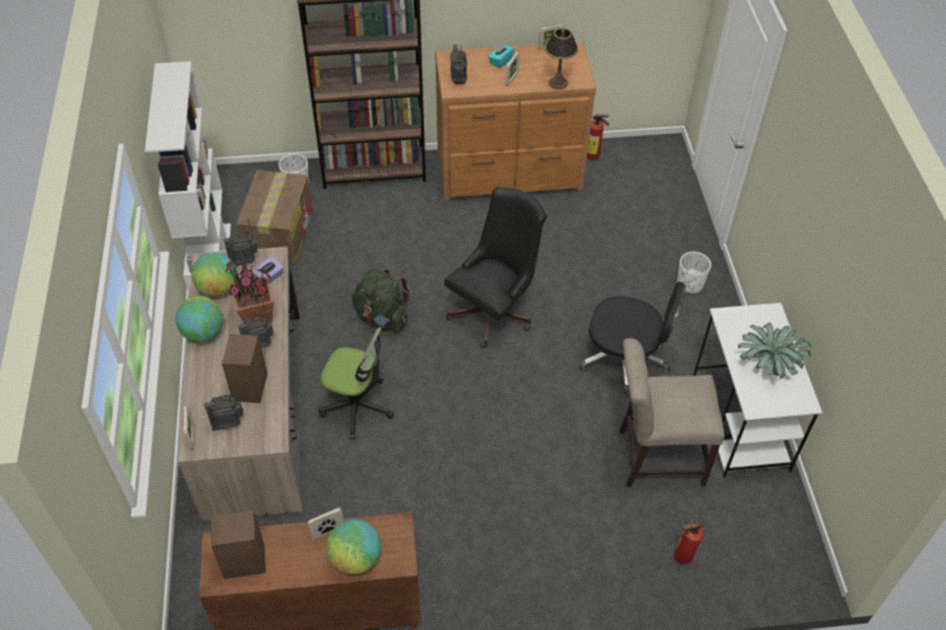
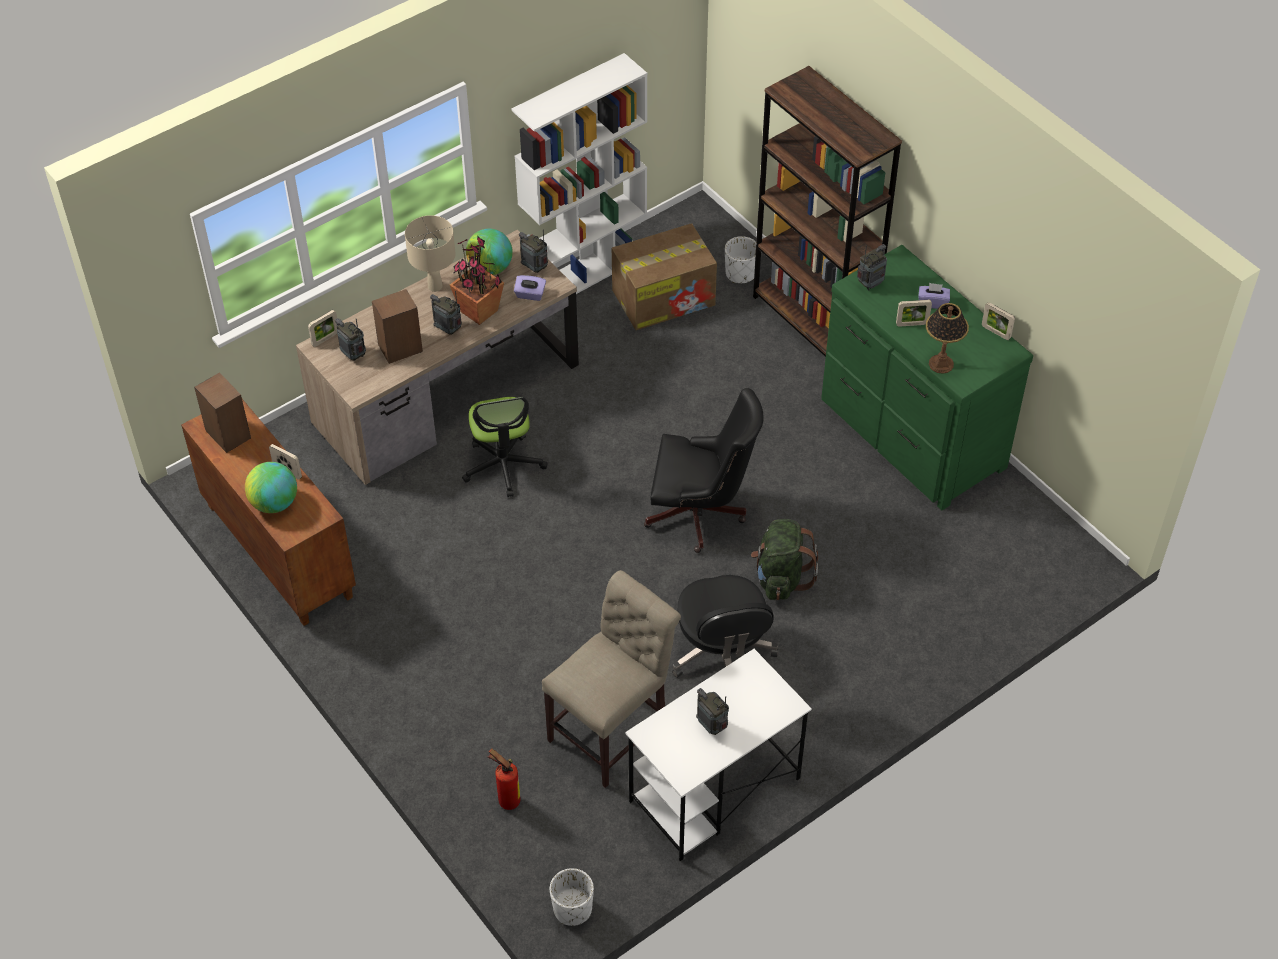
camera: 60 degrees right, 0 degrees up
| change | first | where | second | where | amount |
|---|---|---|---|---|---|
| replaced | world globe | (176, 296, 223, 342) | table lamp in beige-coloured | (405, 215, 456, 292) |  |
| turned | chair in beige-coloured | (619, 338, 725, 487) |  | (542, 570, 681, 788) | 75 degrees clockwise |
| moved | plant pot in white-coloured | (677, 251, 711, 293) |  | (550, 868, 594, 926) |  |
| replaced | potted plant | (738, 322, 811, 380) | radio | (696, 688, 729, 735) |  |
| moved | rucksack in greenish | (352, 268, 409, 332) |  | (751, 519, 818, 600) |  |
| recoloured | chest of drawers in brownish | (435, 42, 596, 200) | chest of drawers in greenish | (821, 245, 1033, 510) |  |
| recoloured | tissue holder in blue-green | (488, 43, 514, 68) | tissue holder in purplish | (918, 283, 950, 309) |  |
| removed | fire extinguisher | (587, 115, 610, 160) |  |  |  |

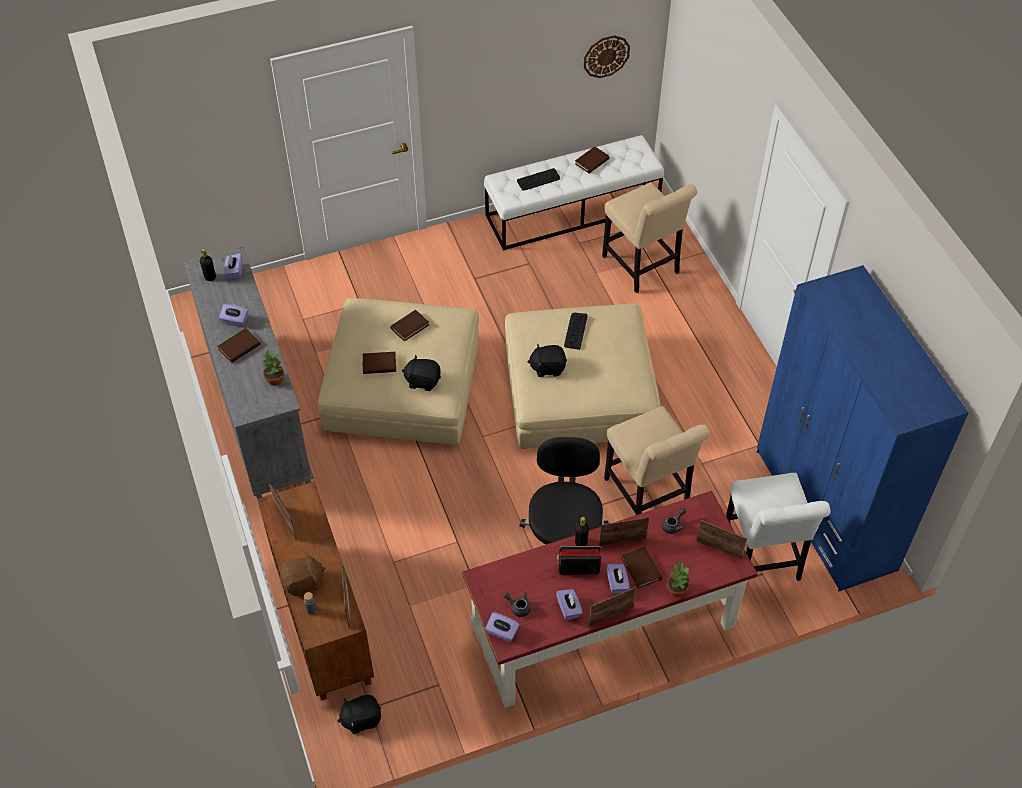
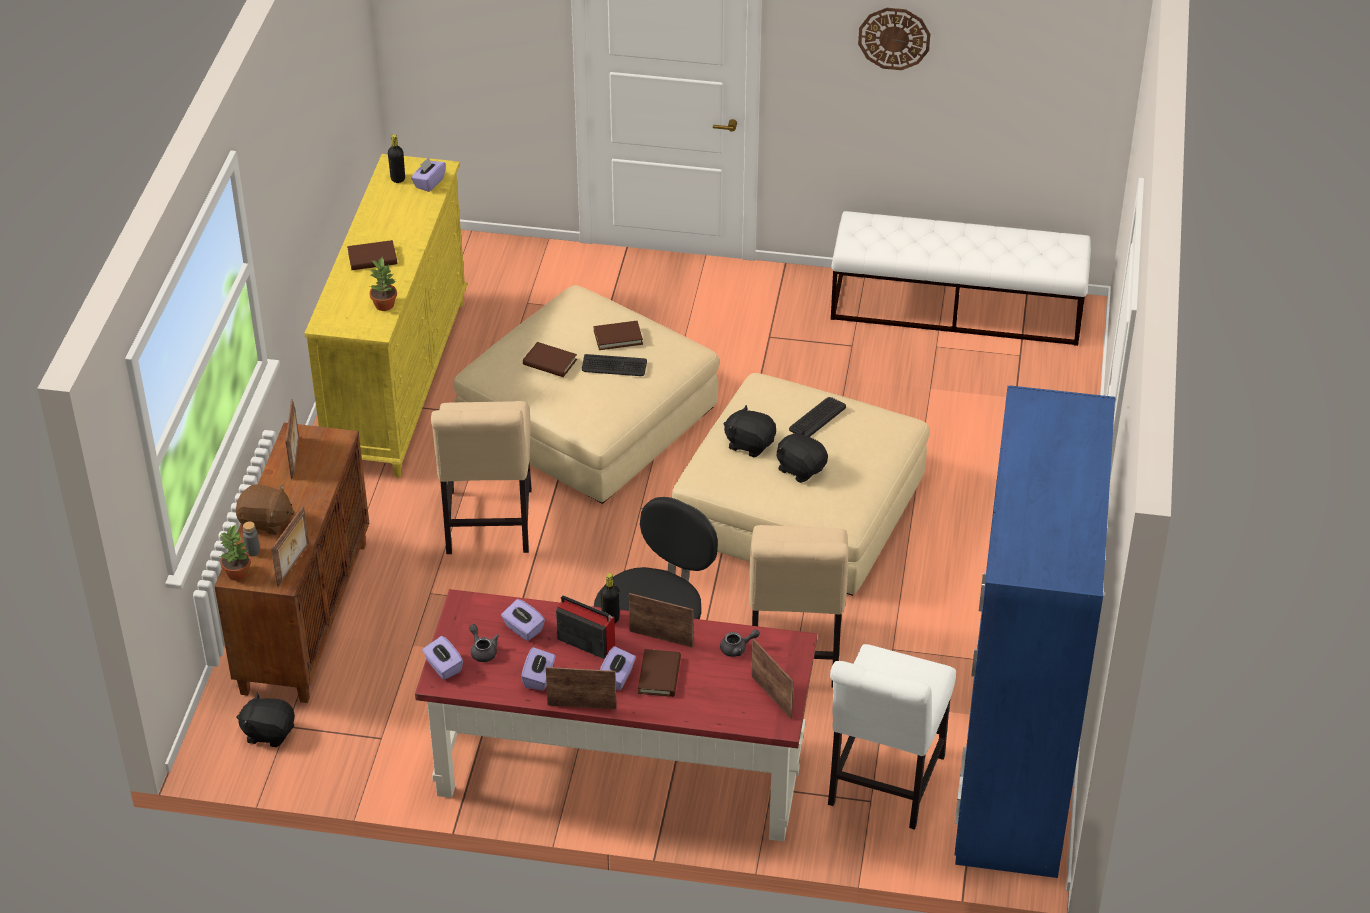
camera: 30 degrees right, 10 degrees down
| change | first | where | second | where | amount |
|---|---|---|---|---|---|
| moved | potted plant | (667, 561, 691, 597) |  | (220, 524, 251, 581) |  |
| recoloured | chest of drawers in greyish | (184, 247, 314, 499) | chest of drawers in yellow-coloured | (304, 154, 468, 478) |  |
| moved | chair in beige-coloured | (602, 182, 697, 293) |  | (431, 401, 532, 554) |  |
| moved | tissue holder in purplish | (219, 304, 248, 327) |  | (501, 599, 545, 641) |  |
| moved | keyboard | (517, 168, 560, 191) |  | (582, 354, 647, 376) |  |
| moved | plush toy in black-coloured | (402, 355, 441, 391) |  | (776, 429, 828, 483) |  |
| moved | hanging clock | (584, 35, 630, 78) |  | (858, 8, 930, 70) |  |
| removed | book in brownish | (575, 146, 610, 173) |  |  |  |

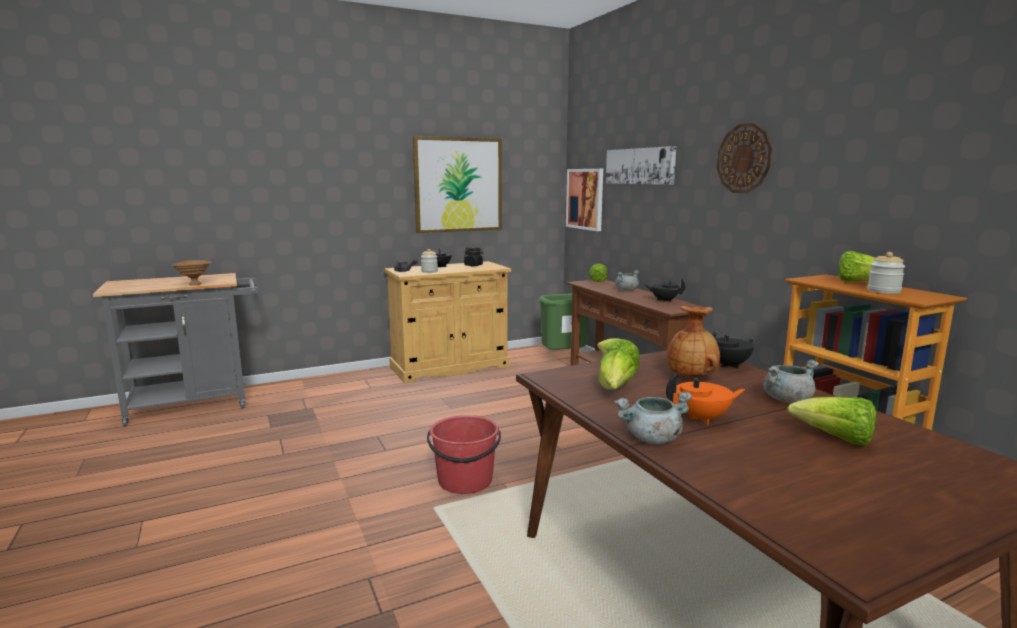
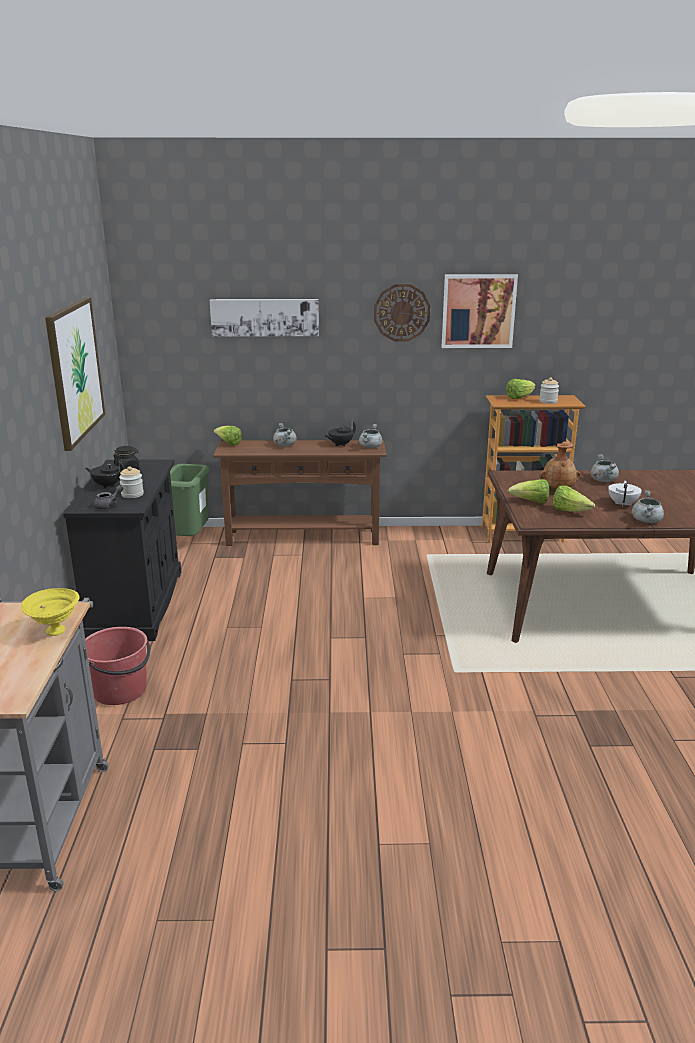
camera: 65 degrees left, 10 degrees up
| change | first | where | second | where | amount |
|---|---|---|---|---|---|
| recoloured | bowl in brownish | (171, 260, 212, 286) | bowl in yellow-coloured | (21, 588, 80, 636) |  |
| recoloured | storage cabinet in beige-coloured | (384, 261, 511, 383) | storage cabinet in black-coloured | (63, 459, 181, 641) |  |
| moved | bucket in reddish | (427, 415, 501, 494) |  | (85, 627, 150, 705) |  |
| added |  |  | saucepot in greyish | (359, 424, 382, 448) |  |
| moved | picture | (566, 169, 603, 231) |  | (442, 274, 518, 348) |  |
| recoloured | tea pot in orange | (666, 373, 745, 425) | tea pot in white-coloured | (608, 481, 642, 507) |  |
| removed | tea pot in black-coloured | (712, 331, 754, 369) |  |  |  |
| removed | head of lettuce | (787, 397, 876, 446) |  |  |  |

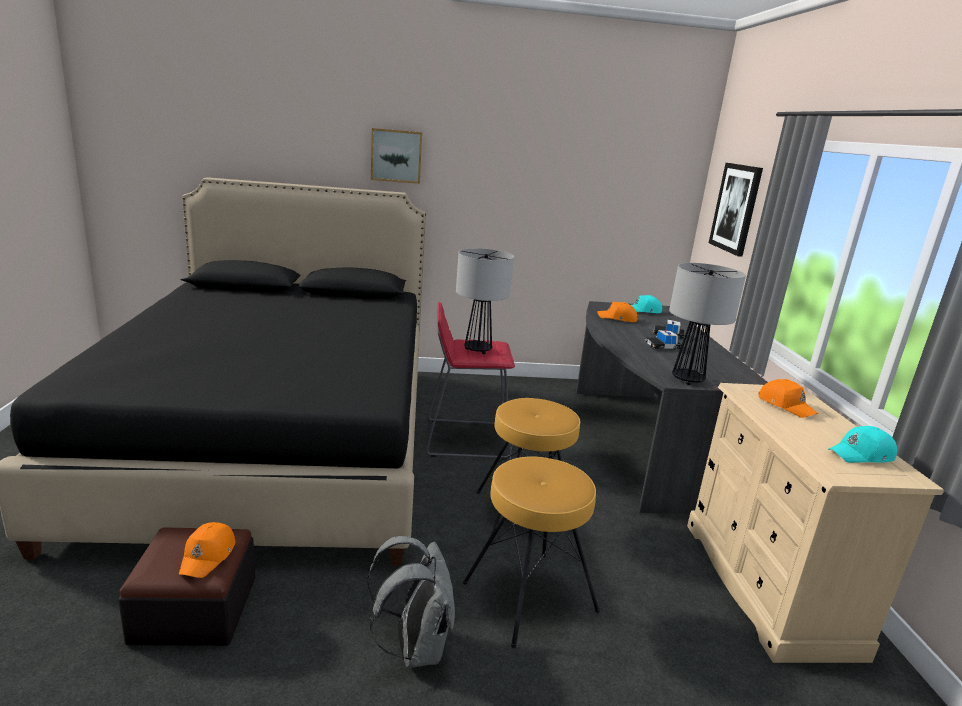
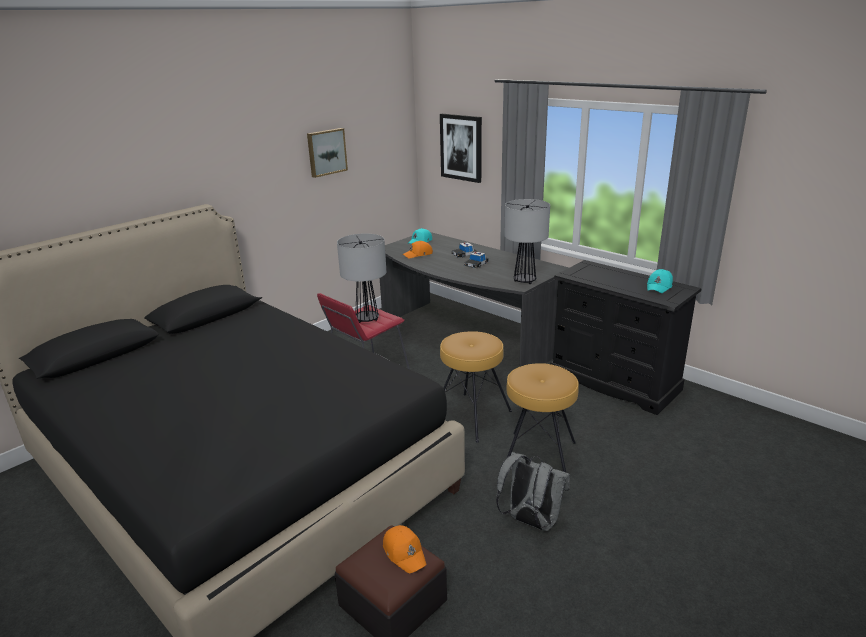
camera: 40 degrees left, 5 degrees up
| change | first | where | second | where | amount |
|---|---|---|---|---|---|
| moved | picture | (371, 128, 422, 184) |  | (307, 128, 348, 178) |  |
| recoloured | chest of drawers in beige-coloured | (687, 383, 944, 663) | chest of drawers in black-coloured | (550, 260, 701, 415) |  |
| removed | baseball cap in orange | (758, 379, 818, 418) |  |  |  |

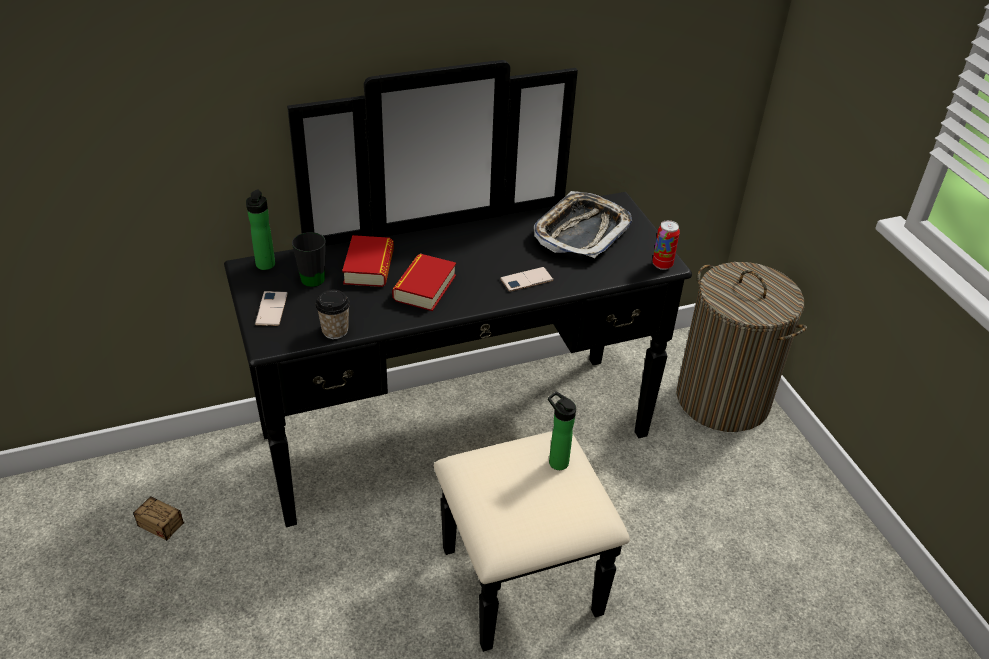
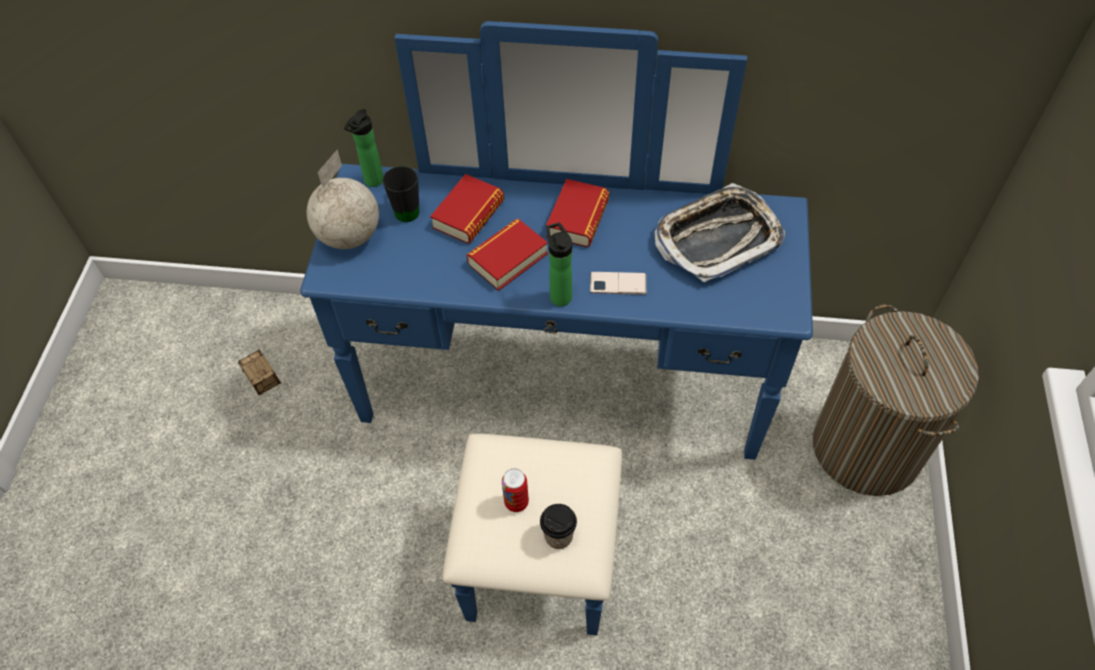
camera: 30 degrees right, 15 degrees up
| change | first | where | second | where | amount |
|---|---|---|---|---|---|
| recoloured | chest of drawers in black-coloured | (224, 60, 692, 652) | chest of drawers in bluish | (300, 21, 813, 635) |  |
| replaced | phone | (255, 291, 288, 326) | world globe | (307, 150, 379, 249) |  |
| moved | sealed can | (652, 220, 680, 270) |  | (502, 468, 529, 512) |  |
| moved | drinking cup | (316, 290, 350, 339) |  | (540, 504, 577, 549) |  |
| added |  |  | book | (546, 179, 609, 247) |  |
| moved | bottle | (548, 391, 576, 470) |  | (546, 222, 572, 306) |  |

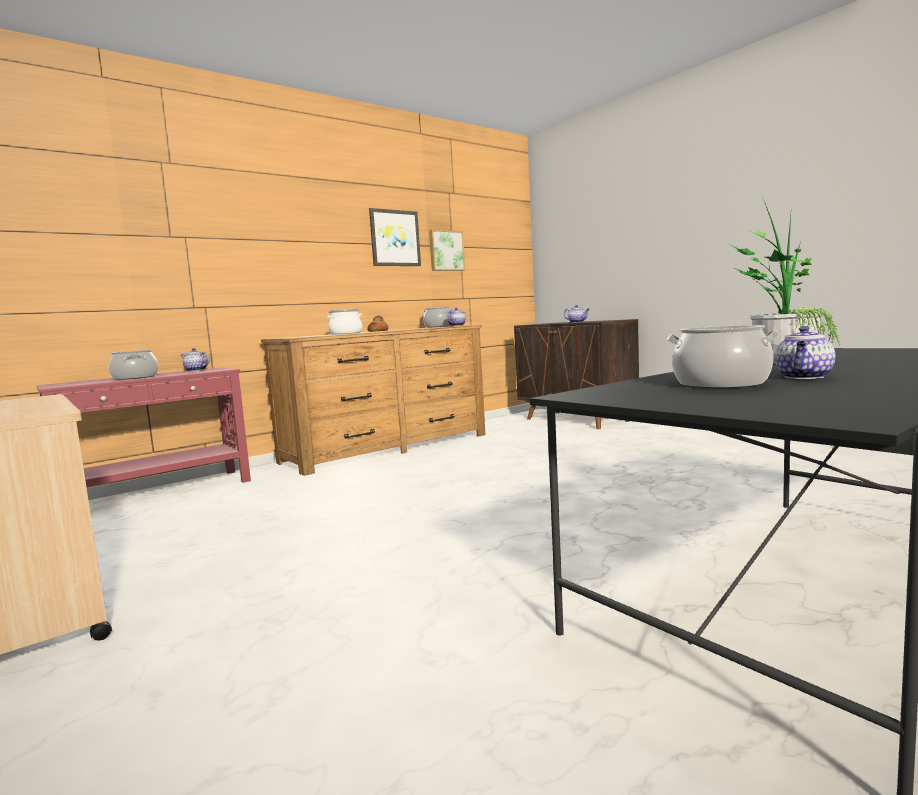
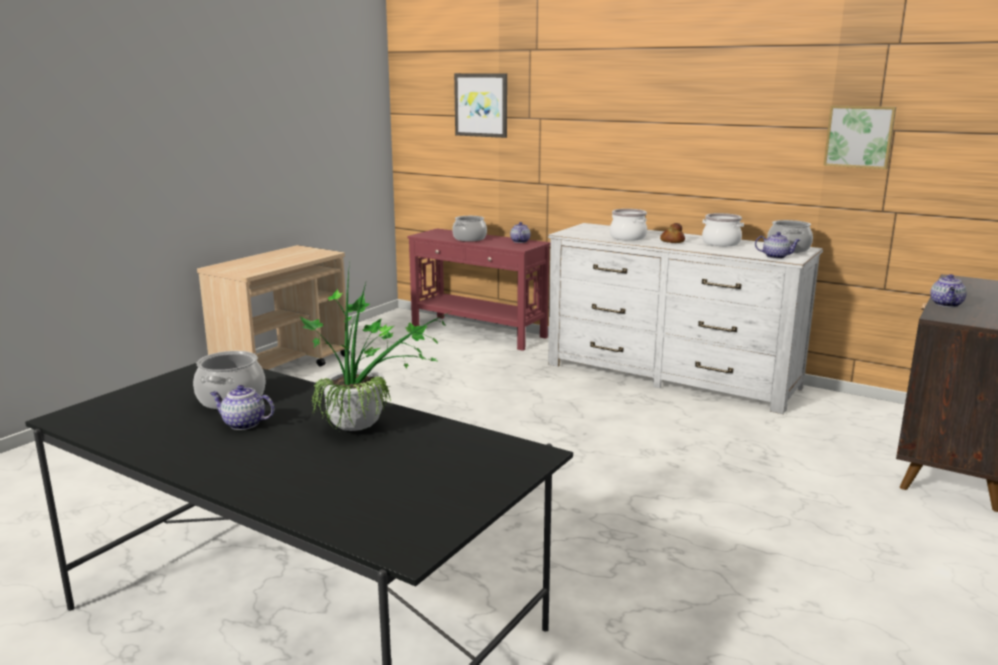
camera: 70 degrees right, 10 degrees up
| change | first | where | second | where | amount |
|---|---|---|---|---|---|
| moved | picture | (369, 208, 421, 266) |  | (454, 73, 507, 138) |  |
| recoloured | chest of drawers in brownish | (261, 325, 485, 476) | chest of drawers in white-coloured | (548, 223, 823, 414) |  |
| added |  |  | saucepot | (702, 213, 744, 246) |  |

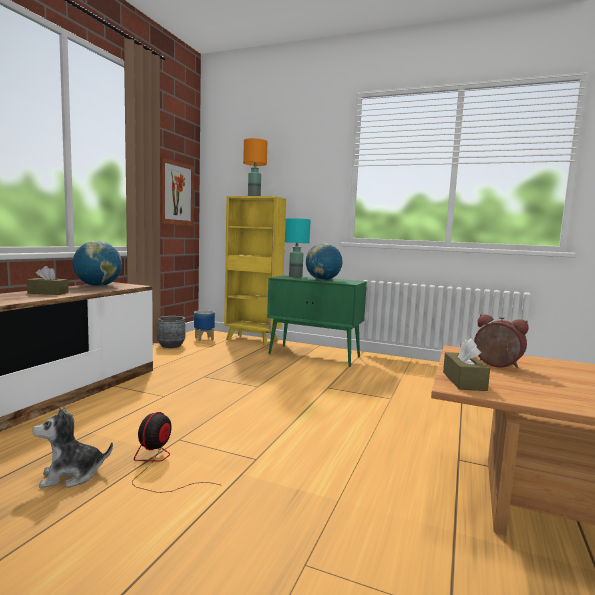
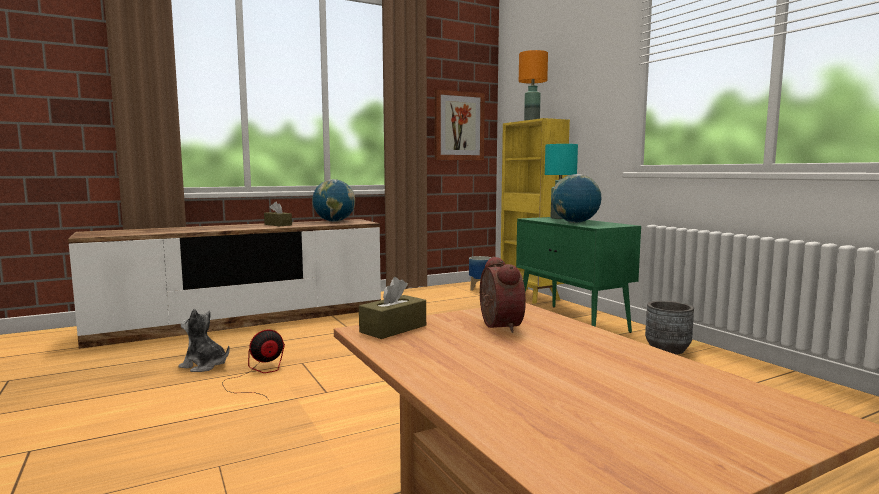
camera: 40 degrees right, 0 degrees up
| change | first | where | second | where | amount |
|---|---|---|---|---|---|
| moved | plant pot in greyish | (157, 316, 185, 348) |  | (645, 301, 694, 355) |  |

